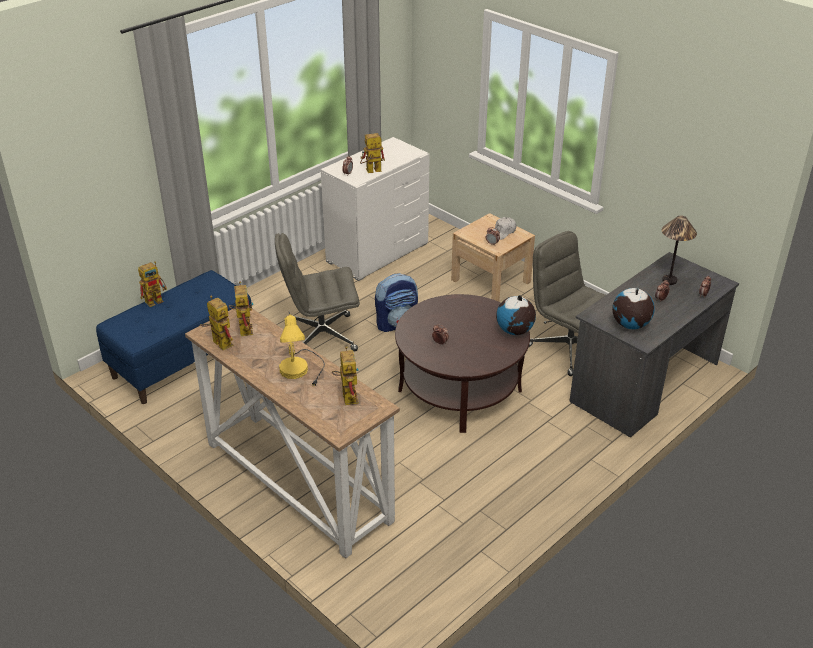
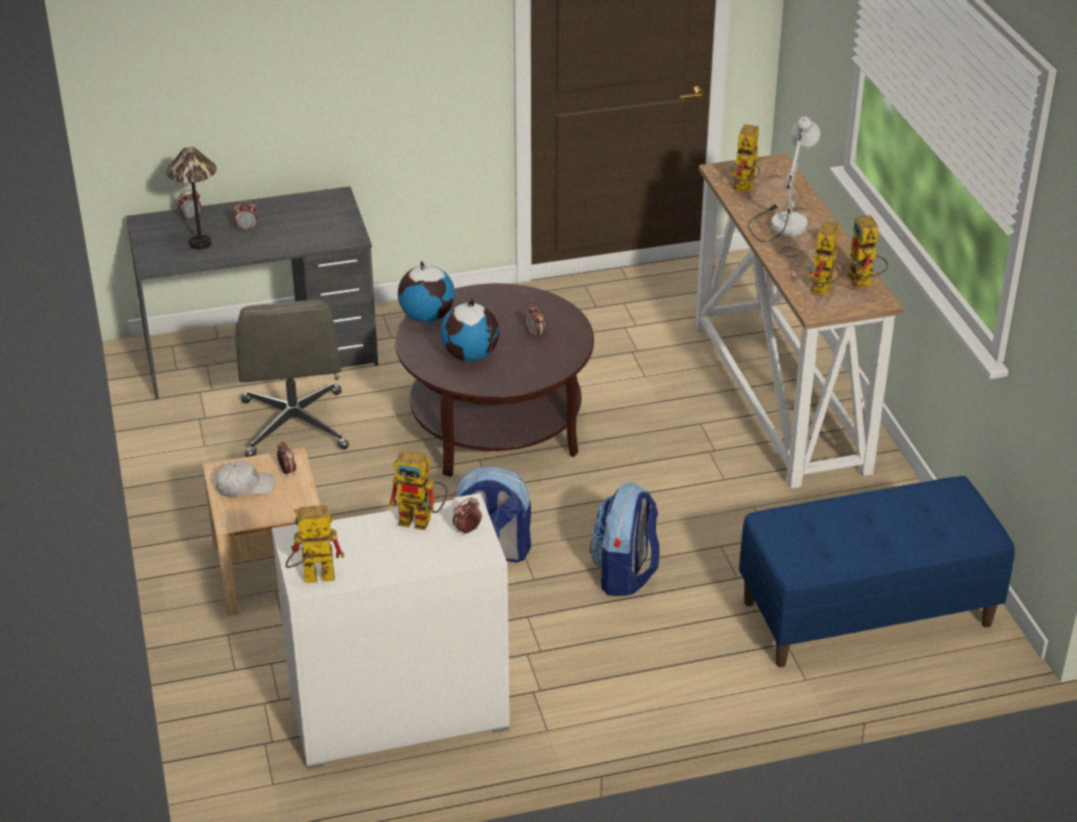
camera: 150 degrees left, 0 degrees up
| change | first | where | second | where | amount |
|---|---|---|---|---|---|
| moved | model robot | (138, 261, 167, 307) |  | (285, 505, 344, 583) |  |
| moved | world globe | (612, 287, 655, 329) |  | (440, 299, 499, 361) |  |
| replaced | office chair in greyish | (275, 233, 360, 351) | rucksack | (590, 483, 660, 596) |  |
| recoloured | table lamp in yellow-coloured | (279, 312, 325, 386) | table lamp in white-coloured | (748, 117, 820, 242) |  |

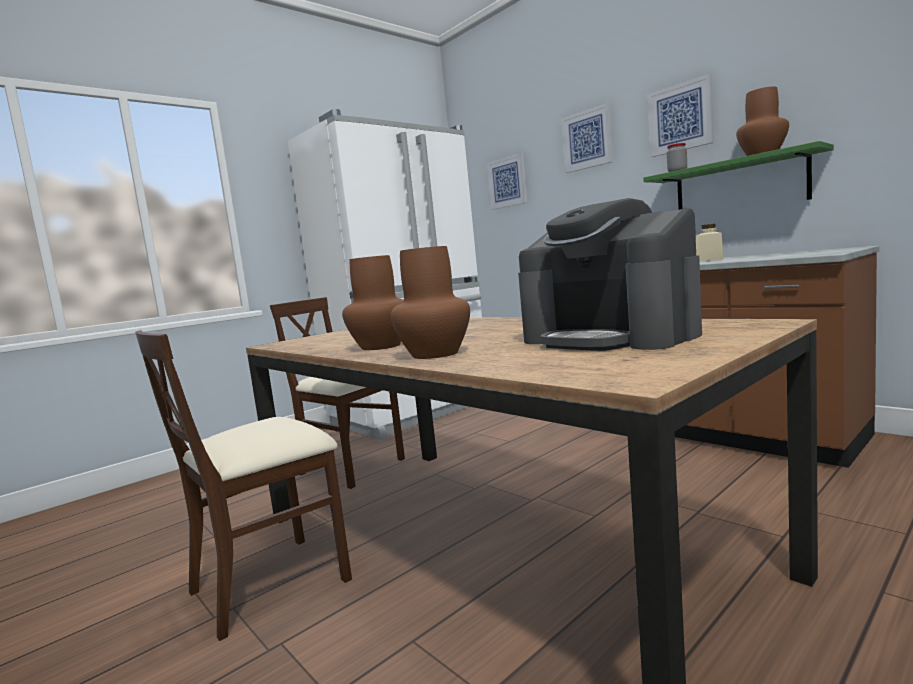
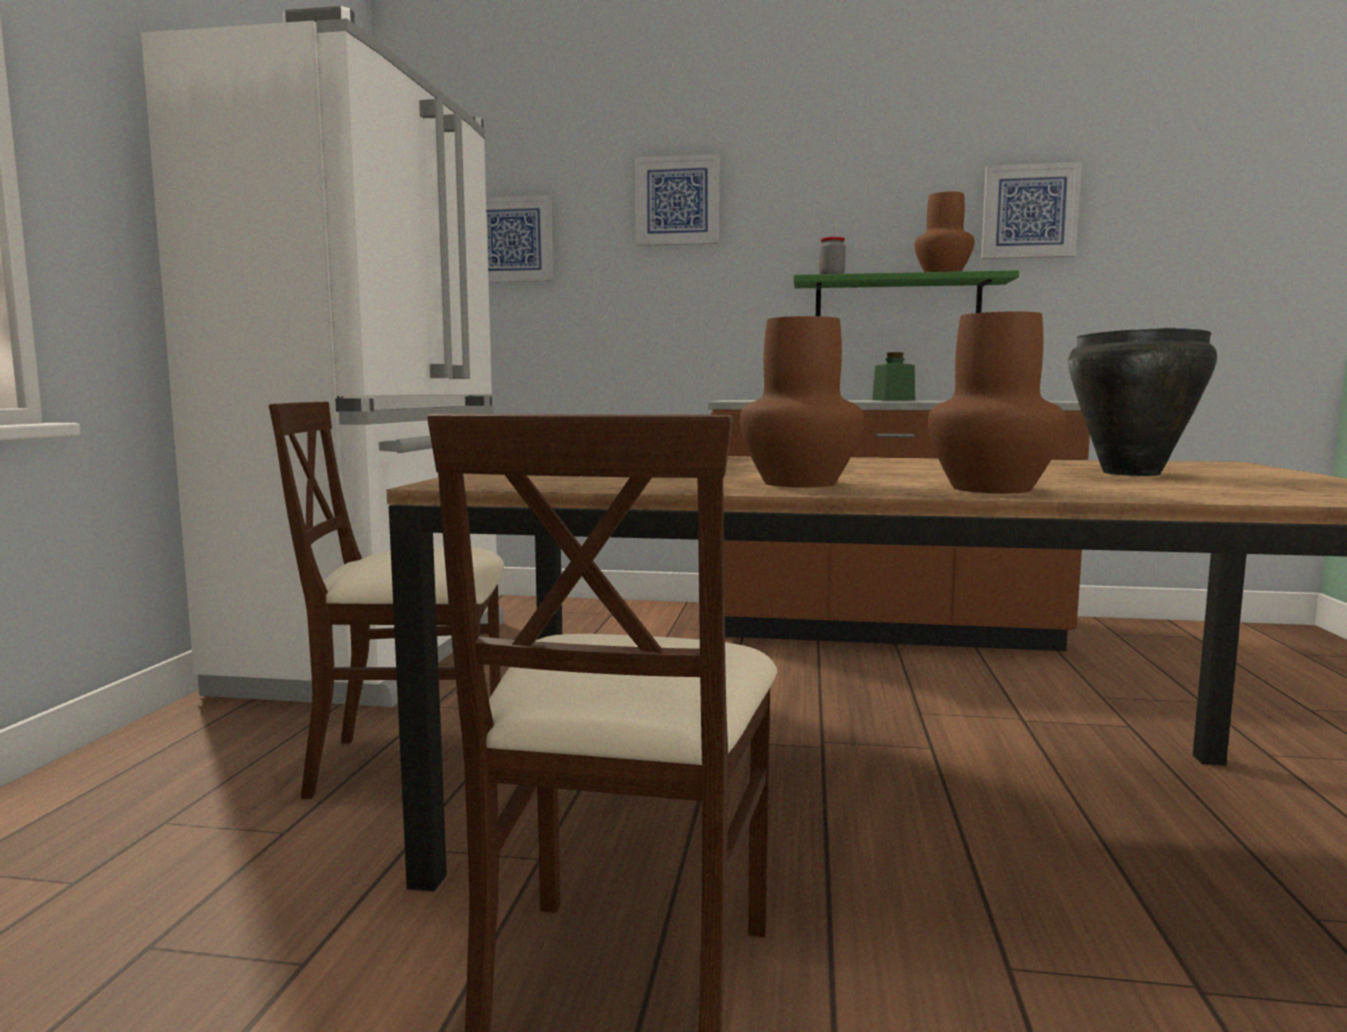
camera: 40 degrees left, 0 degrees up
| change | first | where | second | where | amount |
|---|---|---|---|---|---|
| recoloured | storage jar in beige-coloured | (696, 224, 724, 261) | storage jar in greenish | (872, 352, 915, 401) |  |
| moved | picture | (647, 74, 714, 157) |  | (981, 162, 1082, 259) |  |
| replaced | coffee maker | (518, 198, 702, 351) | saucepot in black-coloured | (1068, 327, 1217, 476) |  |

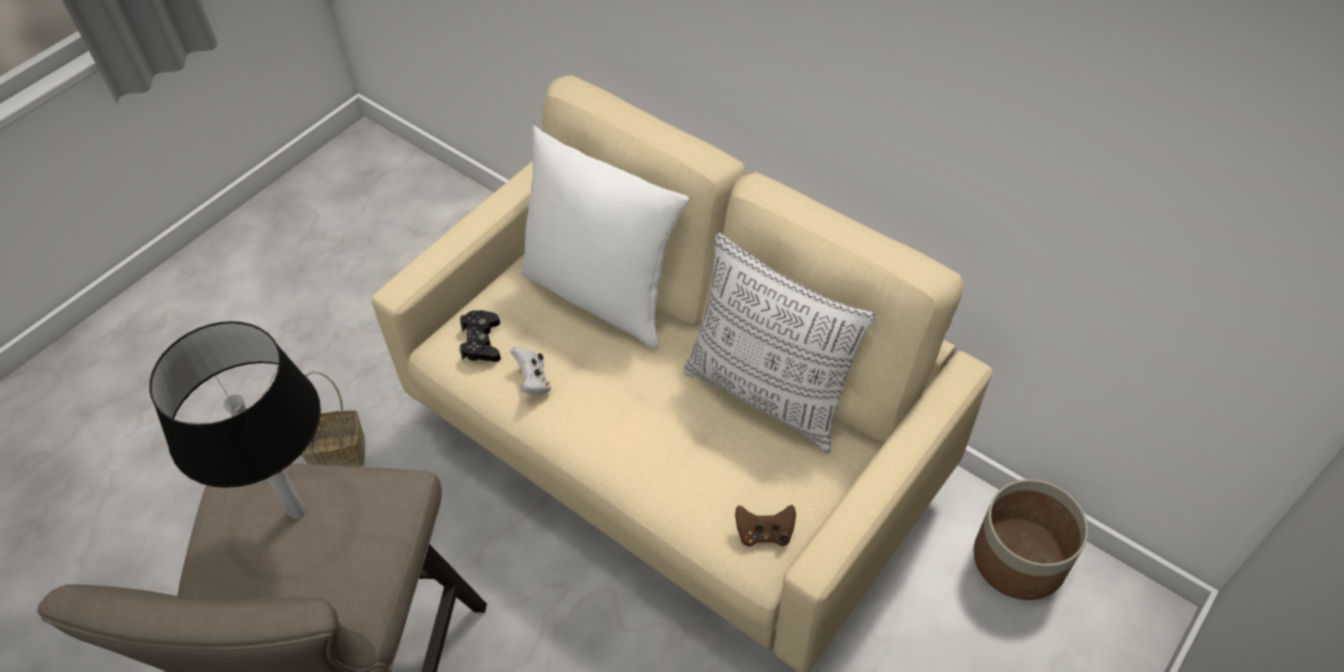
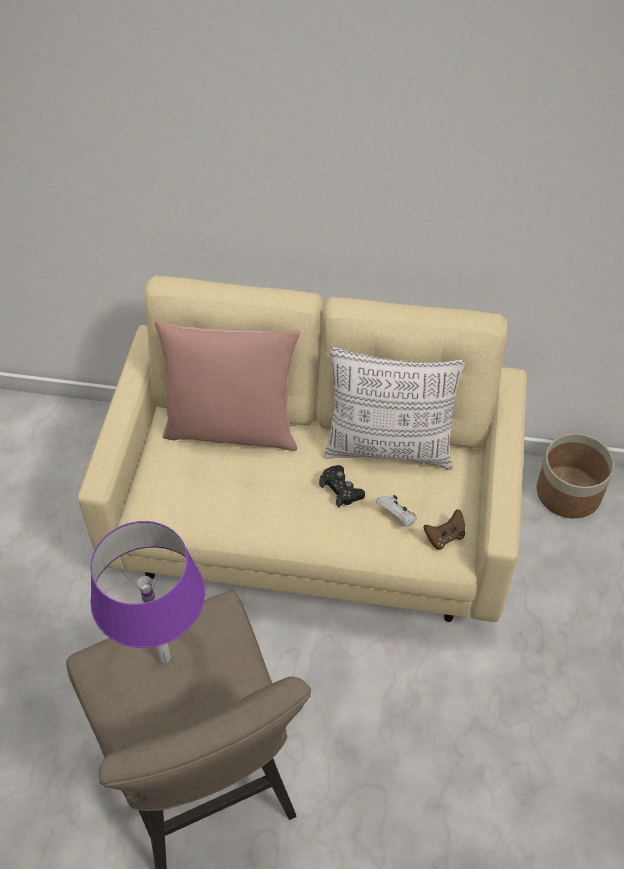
camera: 30 degrees left, 0 degrees up
| change | first | where | second | where | amount |
|---|---|---|---|---|---|
| recoloured | table lamp in black-coloured | (149, 321, 321, 519) | table lamp in purplish | (90, 521, 205, 663) |  |
| recoloured | throw pillow in white-coloured | (520, 126, 689, 349) | throw pillow in pinkish | (155, 321, 300, 451) |  |
| moved | gamepad in black-coloured | (460, 310, 501, 362) |  | (319, 465, 365, 508) |  |
| moved | gamepad in white-coloured | (510, 346, 551, 394) |  | (376, 495, 417, 526) |  |
| removed | household basket | (301, 372, 365, 467) |  |  |  |

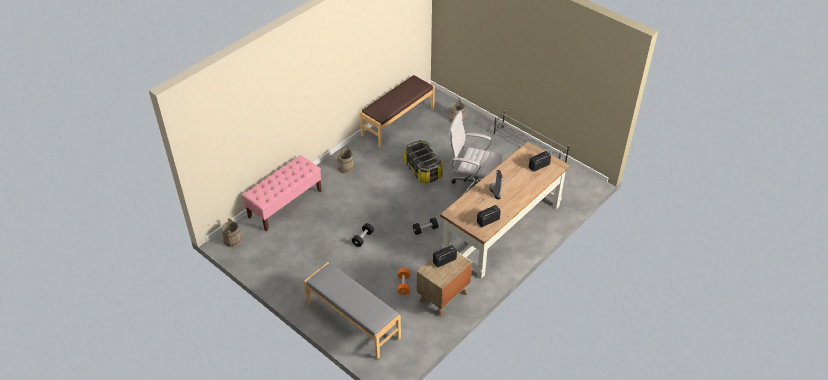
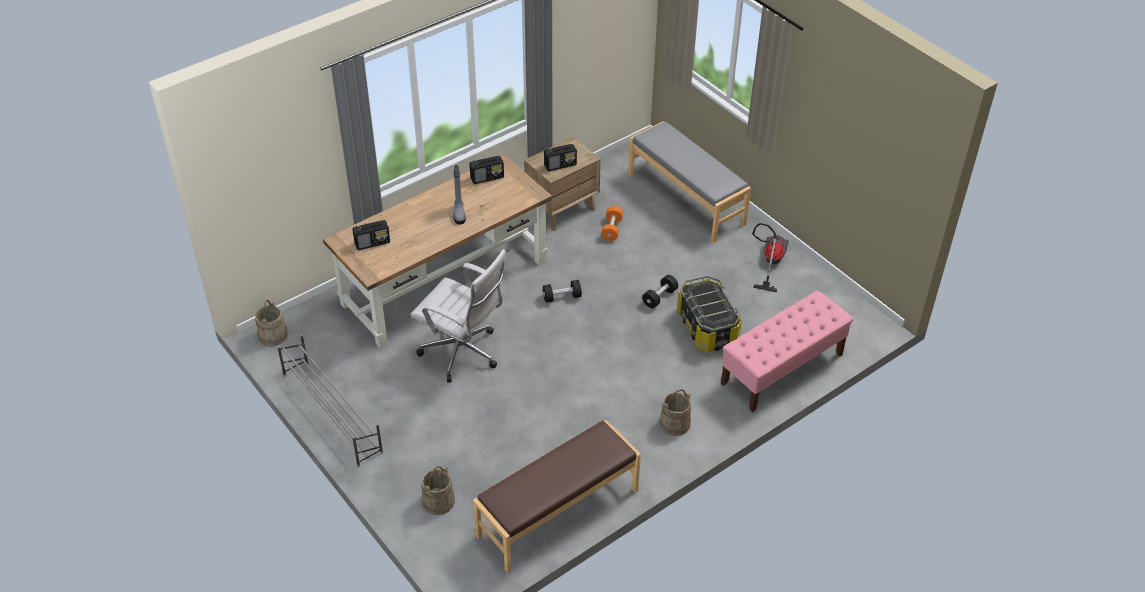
camera: 170 degrees left, 0 degrees up
| change | first | where | second | where | amount |
|---|---|---|---|---|---|
| moved | bucket in beige-coloured | (222, 218, 242, 247) |  | (255, 300, 288, 346) |  |
| moved | storage bin | (404, 140, 443, 184) |  | (677, 276, 742, 352) |  |
| added |  |  | vacuum cleaner | (752, 223, 789, 292) |  |

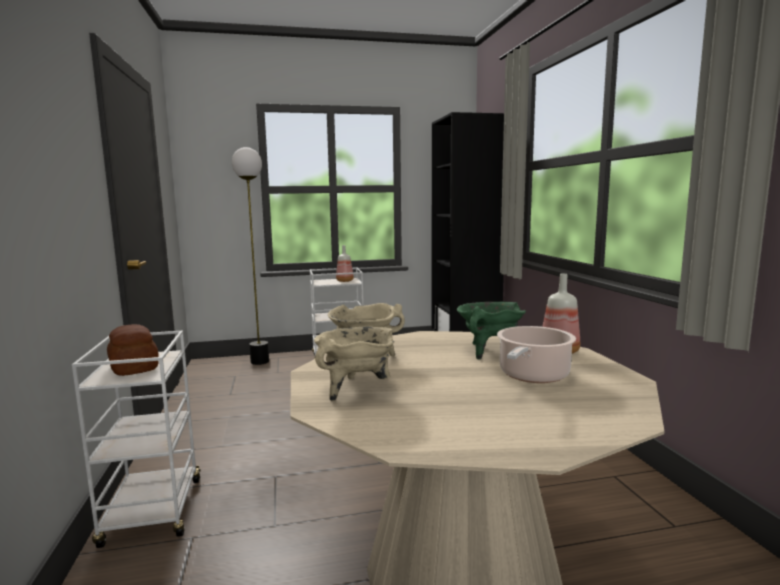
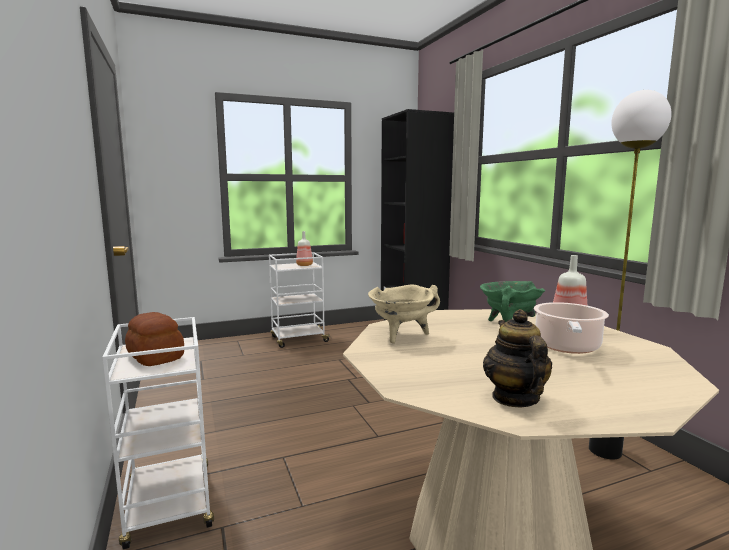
camera: 10 degrees left, 0 degrees up
| change | first | where | second | where | amount |
|---|---|---|---|---|---|
| added |  |  | tea pot | (483, 309, 552, 407) |  |
| moved | standard lamp | (232, 147, 269, 365) |  | (589, 90, 672, 459) |  |
| removed | saucepot in beige-coloured | (314, 327, 395, 401) |  |  |  |

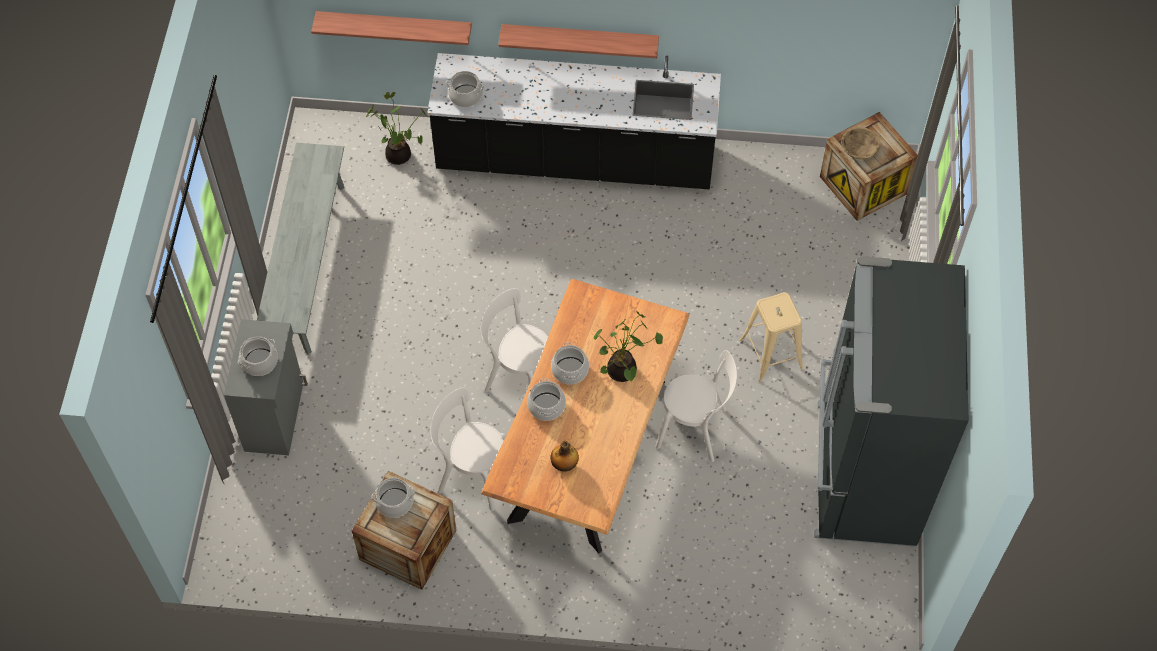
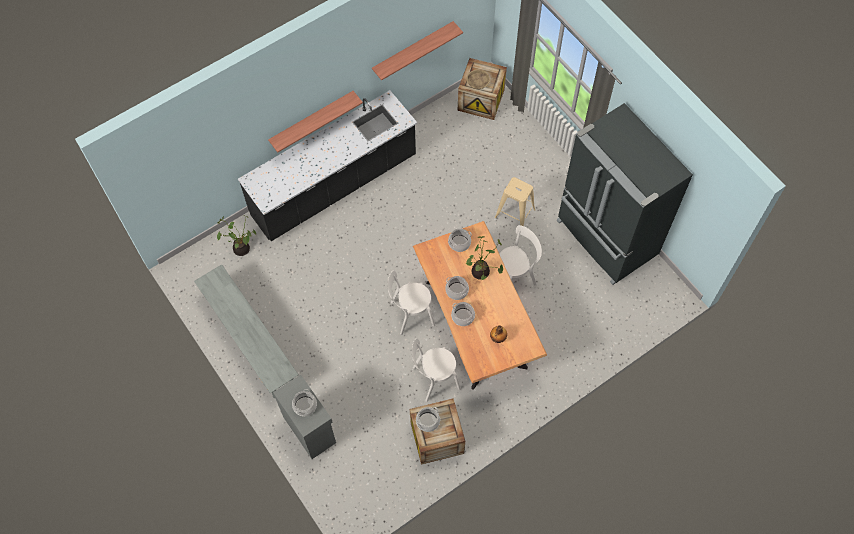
camera: 40 degrees left, 5 degrees up
| change | first | where | second | where | amount |
|---|---|---|---|---|---|
| moved | shelf | (311, 11, 472, 45) |  | (372, 21, 463, 80) |  |
| moved | saucepot | (446, 71, 484, 107) |  | (448, 228, 472, 252) |  |

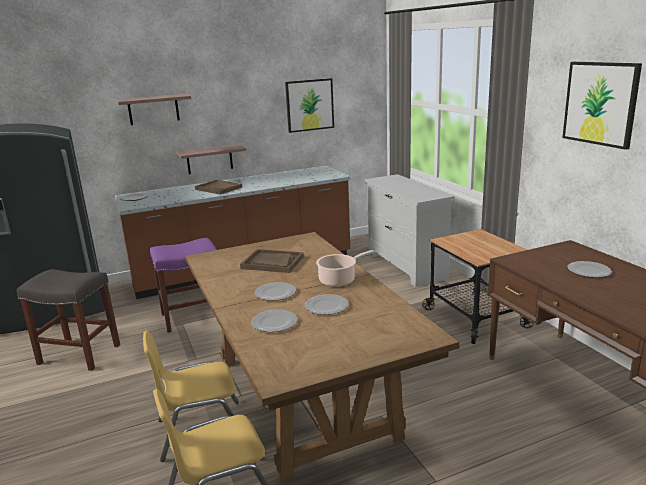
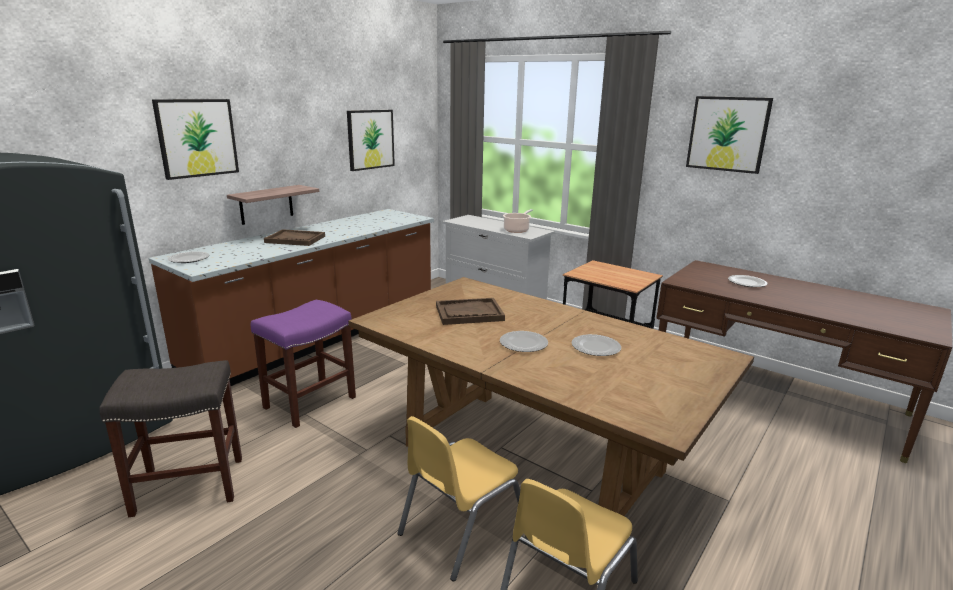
camera: 30 degrees left, 0 degrees up
| change | first | where | second | where | amount |
|---|---|---|---|---|---|
| replaced | shelf | (116, 94, 191, 125) | picture | (152, 99, 239, 180) |  |
| moved | saucepot | (316, 250, 375, 287) |  | (503, 209, 533, 233) |  |
| removed | plate | (251, 309, 297, 332) |  |  |  |

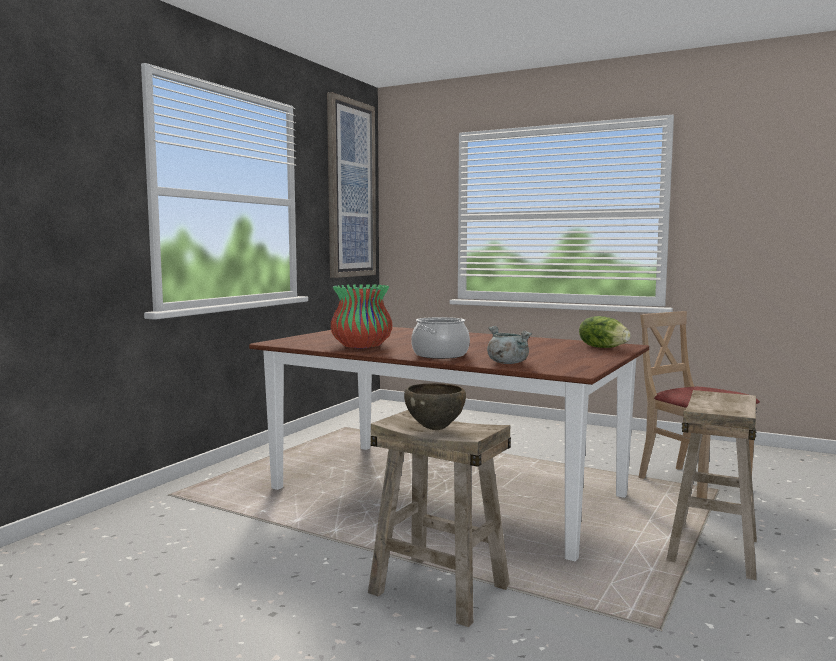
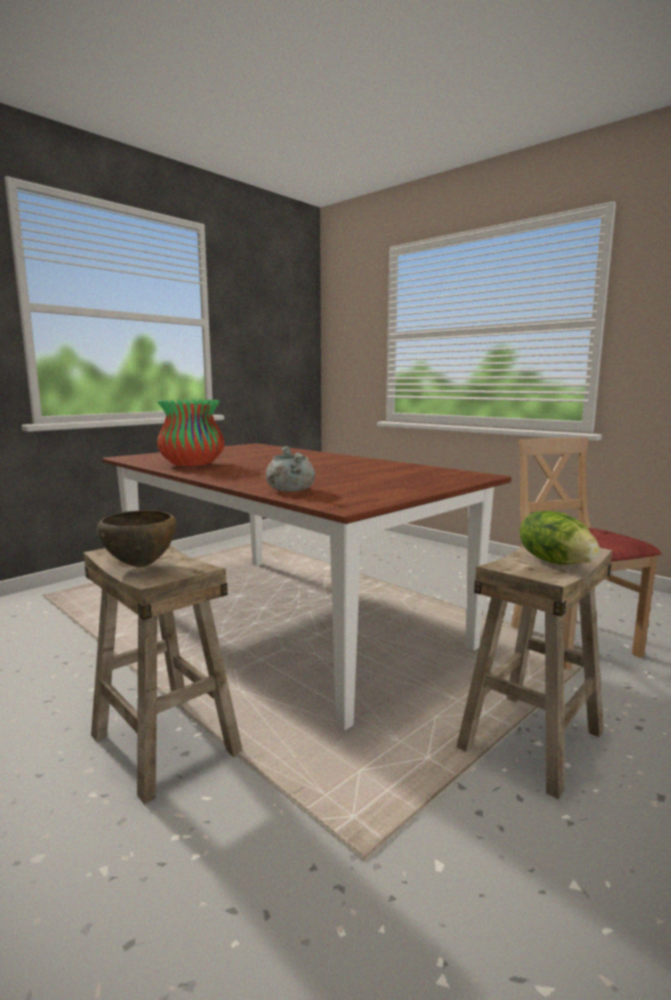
camera: 15 degrees right, 5 degrees up
| change | first | where | second | where | amount |
|---|---|---|---|---|---|
| moved | head of lettuce | (579, 316, 631, 348) |  | (519, 511, 600, 565) |  |
| removed | picture | (327, 92, 376, 278) |  |  |  |
| removed | saucepot | (411, 317, 470, 359) |  |  |  |

